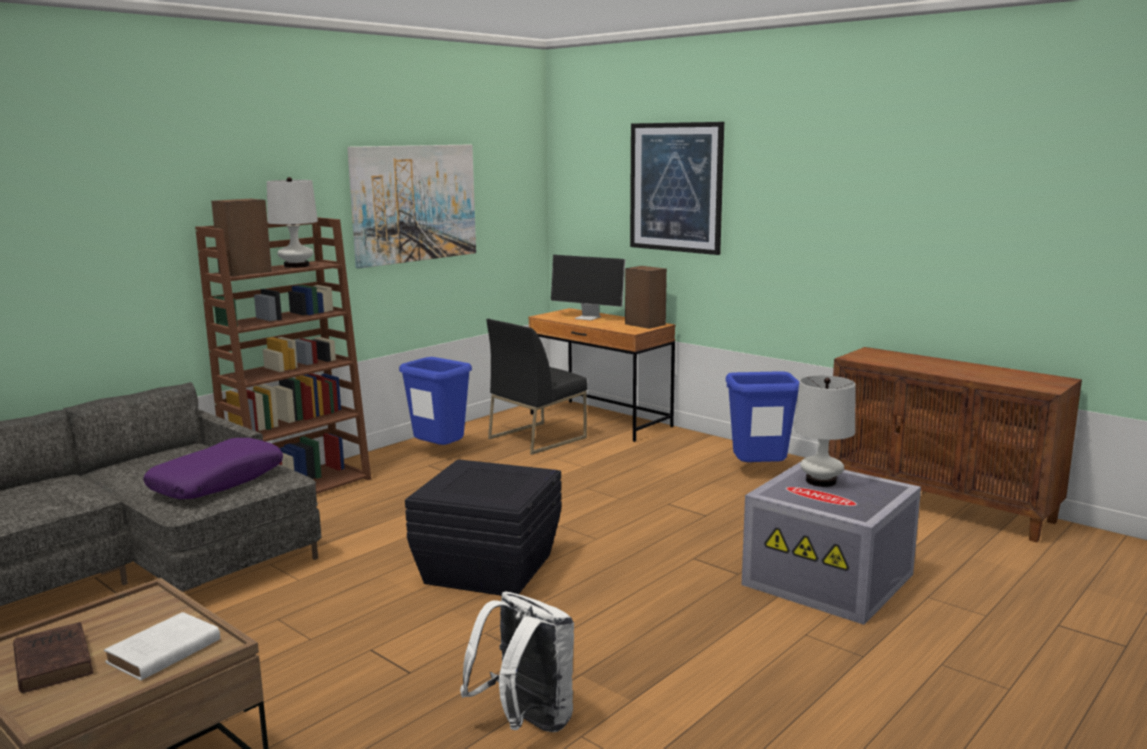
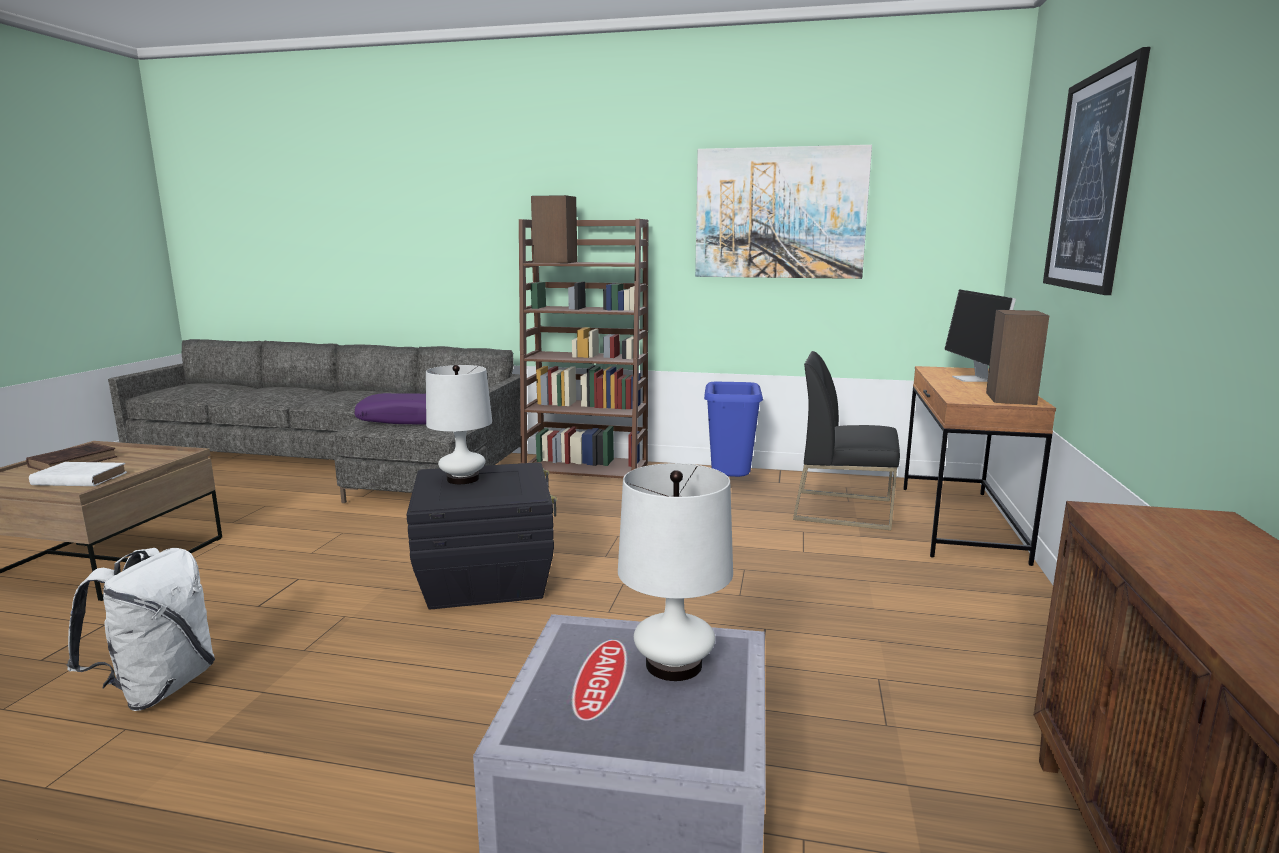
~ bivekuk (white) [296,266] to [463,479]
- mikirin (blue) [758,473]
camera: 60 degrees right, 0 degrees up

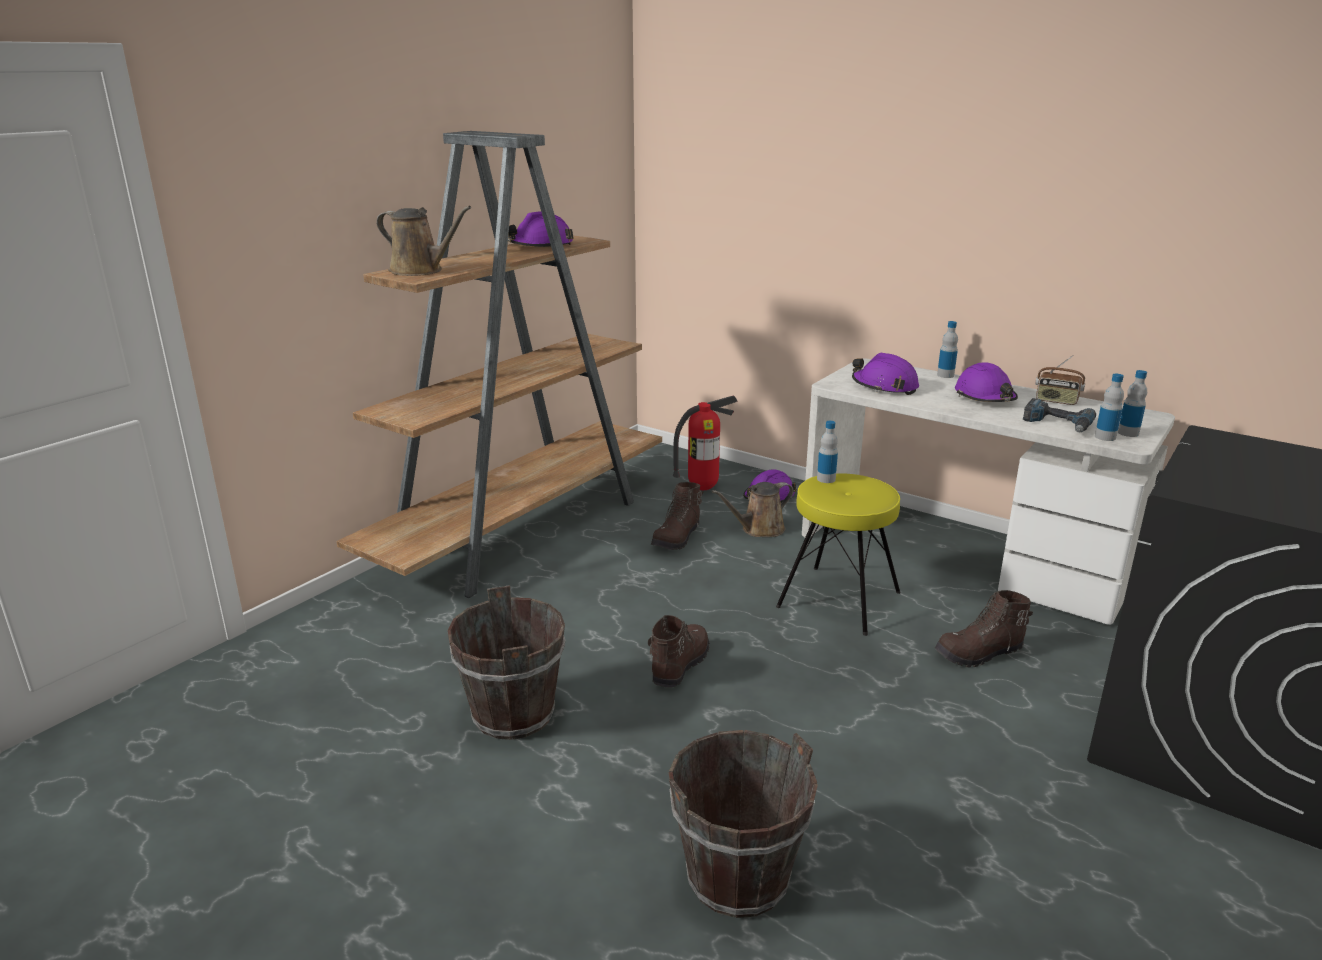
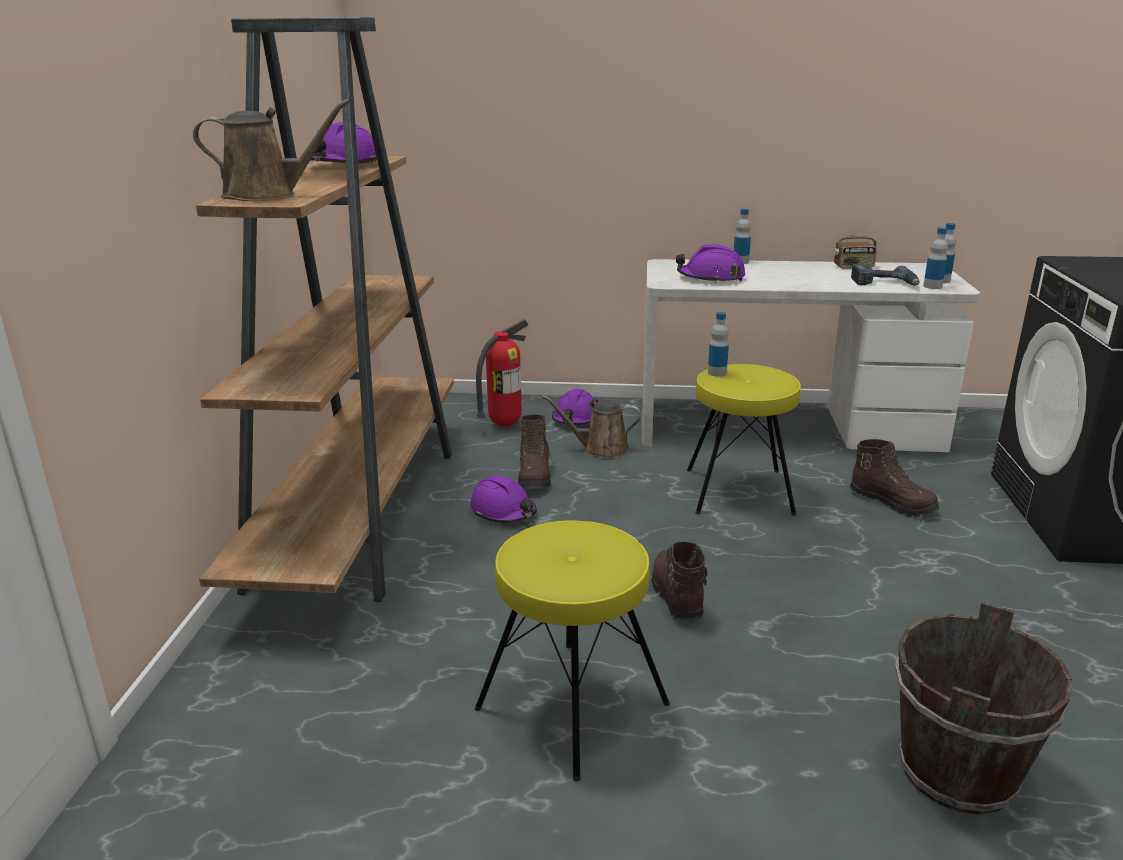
~ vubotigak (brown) [512,714] to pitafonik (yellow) [572,707]
~ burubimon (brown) [759,529] = [600,449] 60 degrees clockwise
~ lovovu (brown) [979,654] = [892,503] 90 degrees counterclockwise
~ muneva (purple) [985,397] to [503,512]
camera: 30 degrees left, 0 degrees up

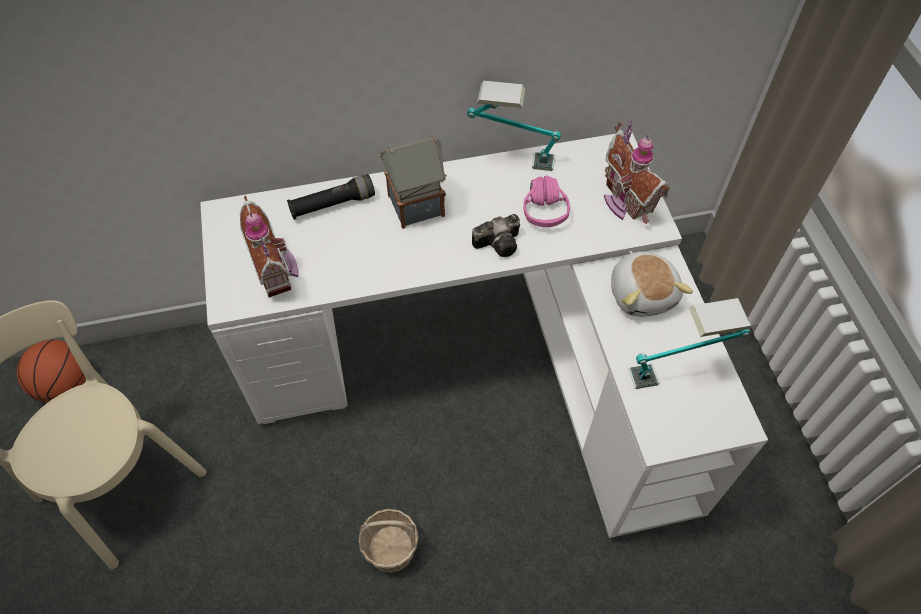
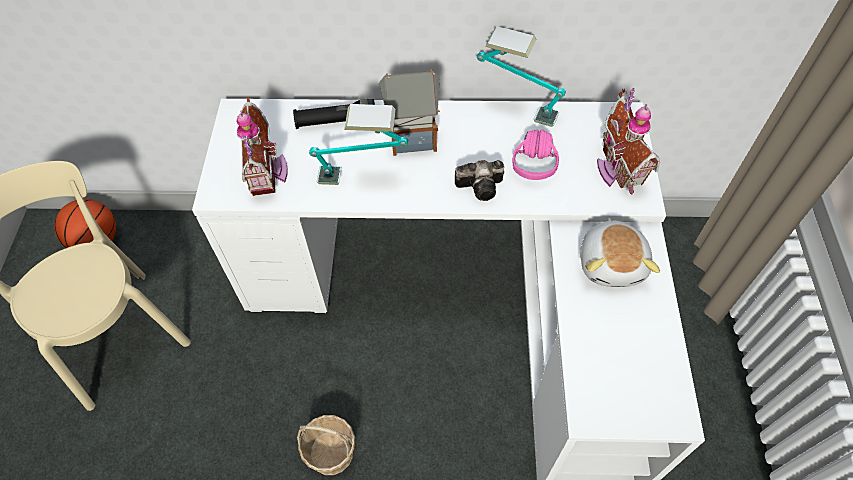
~ bivekuk [678,371] to [362,178]
camera: 15 degrees right, 0 degrees up

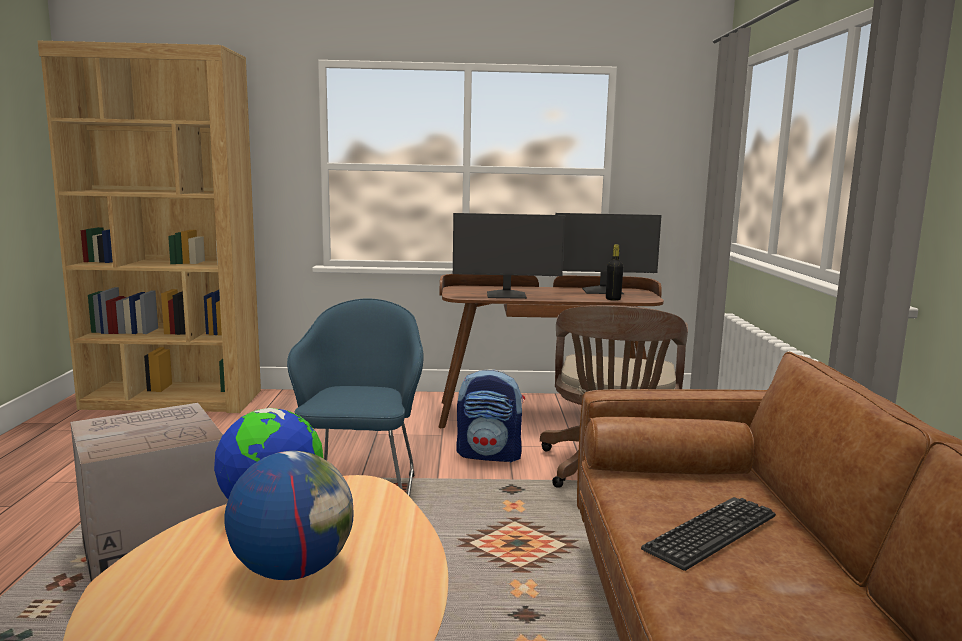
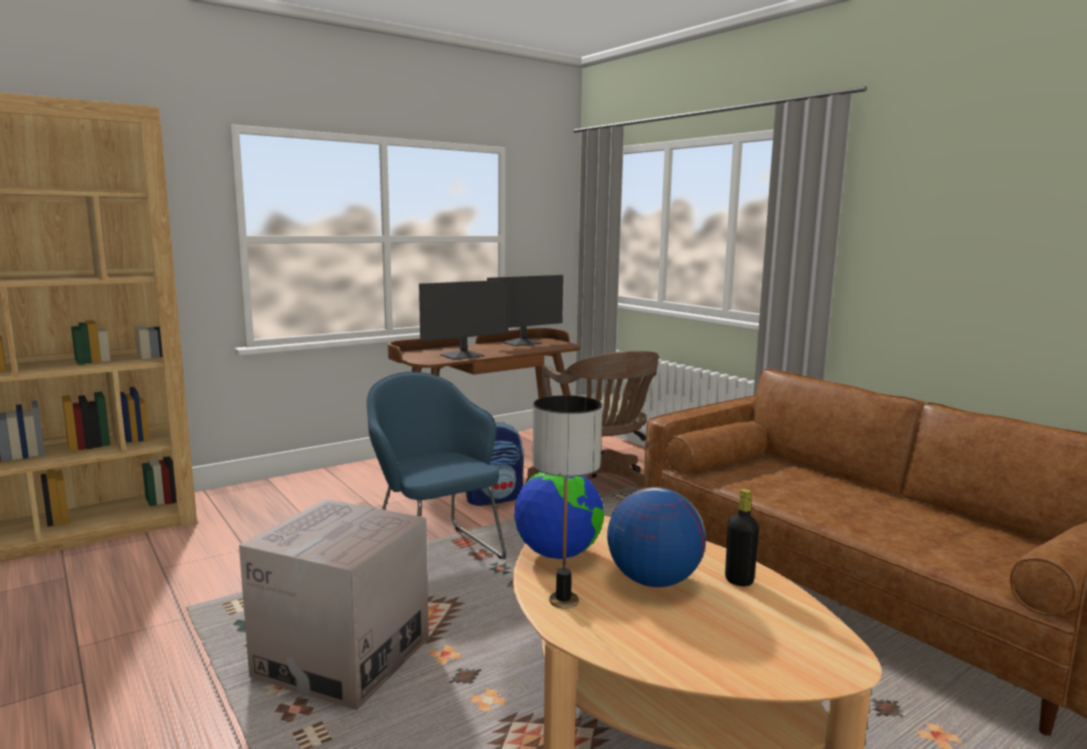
~ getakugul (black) [613,299] to [739,580]
- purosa [711,532]
+ bivekuk [563,600]
camera: 35 degrees left, 0 degrees up

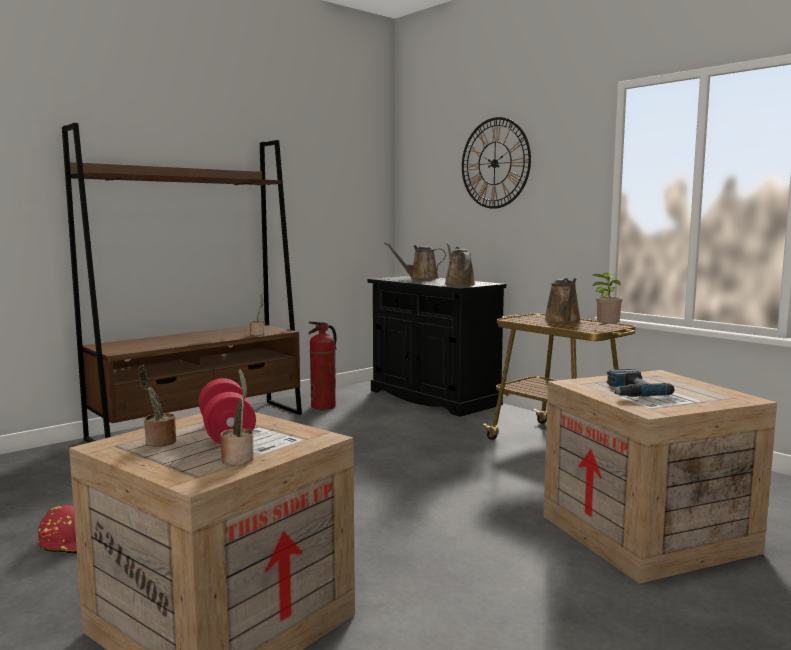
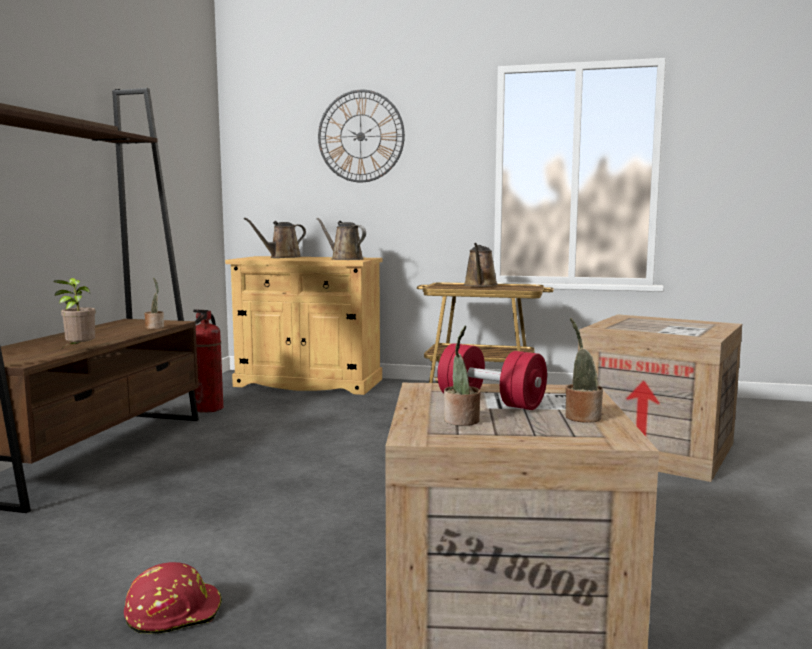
~ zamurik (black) [433,398] to zamurik (beige) [308,383]
~ burubimon (brown) [563,320] = [480,285] 45 degrees clockwise
~ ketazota [606,330] to [79,350]
- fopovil [630,391]
camera: 35 degrees left, 0 degrees up

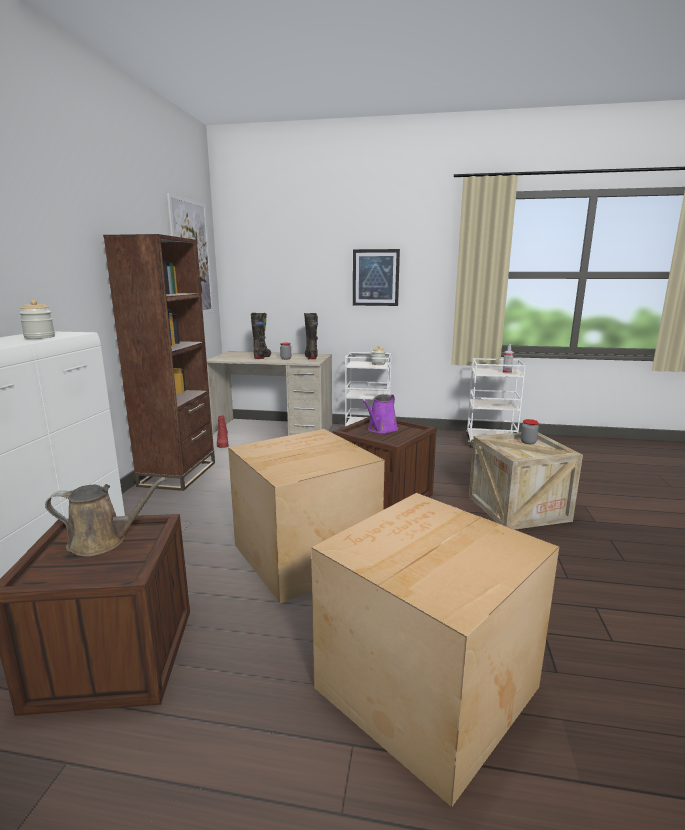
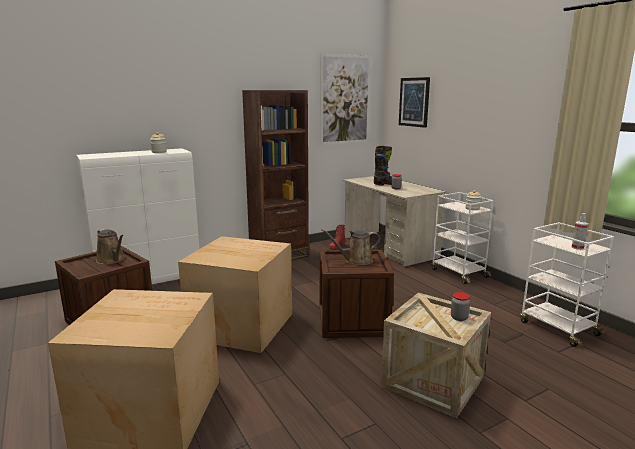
- lovovu (black) [311,357]
~ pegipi [375,277] to [414,102]
~ burubimon (purple) [381,429] to burubimon (brown) [356,261]
camera: 50 degrees right, 0 degrees up

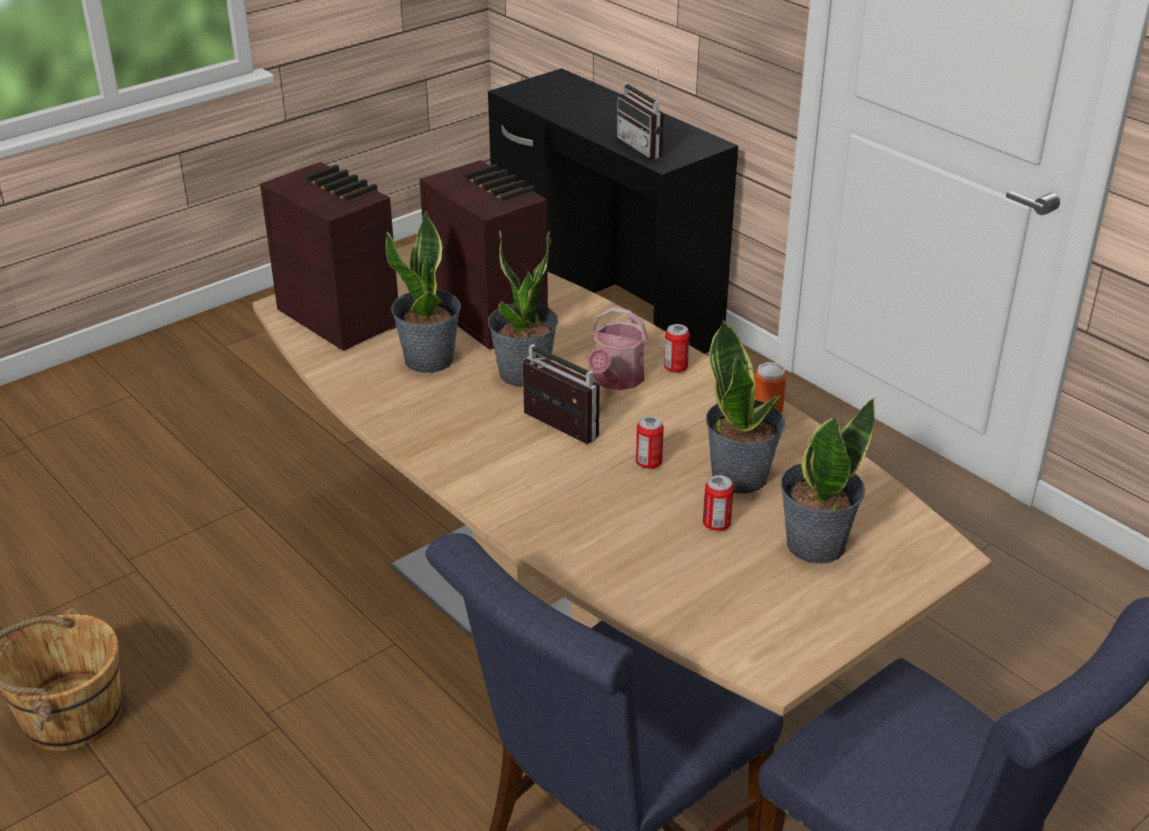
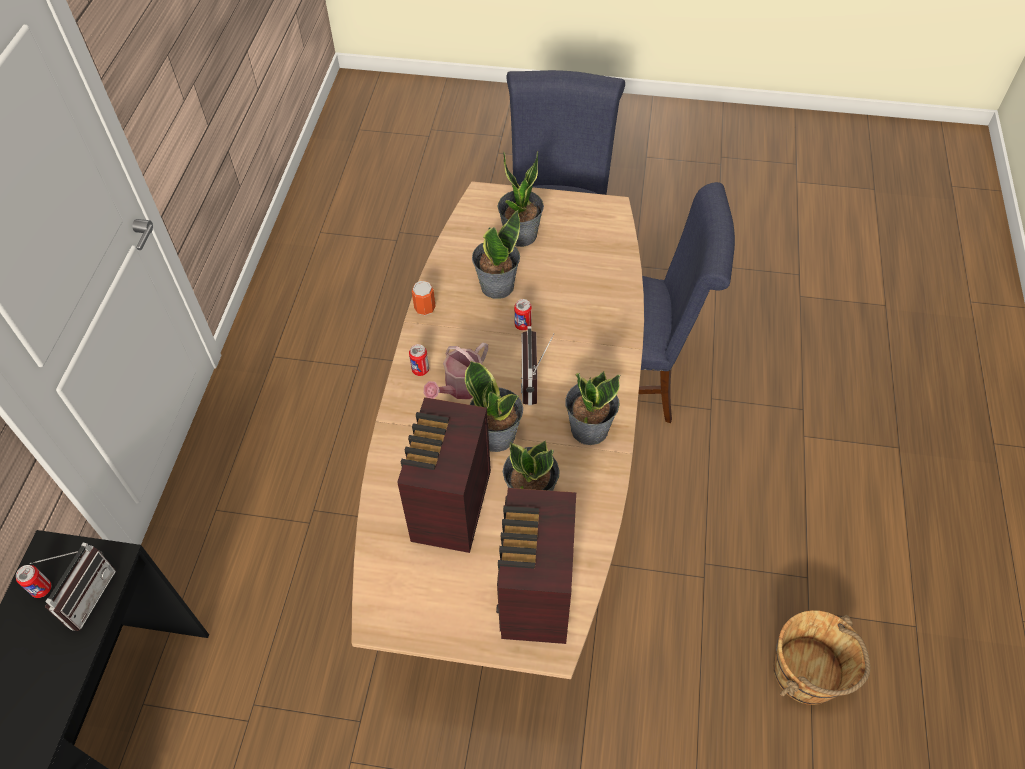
~ burubimon [616,380] = [460,388] 150 degrees clockwise
~ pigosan [716,524] to [41,589]
+ ketazota [589,428]
camera: 130 degrees left, 20 degrees up

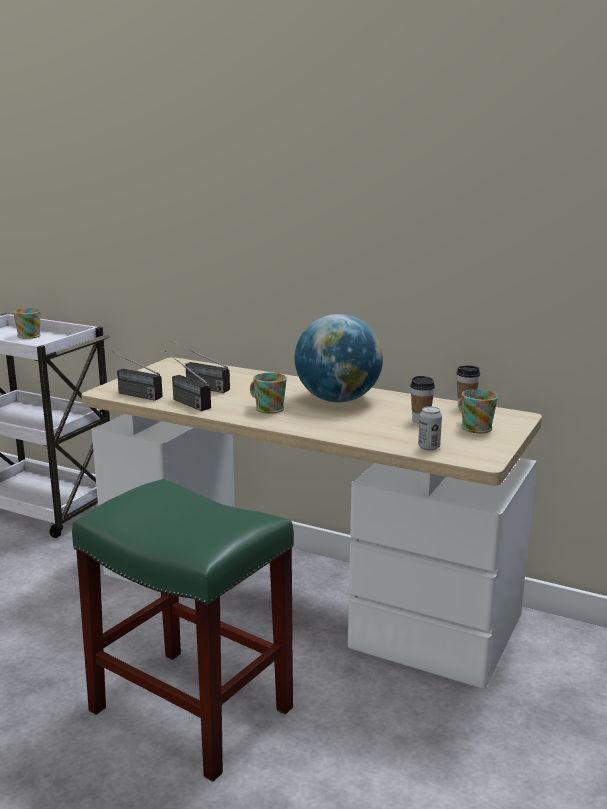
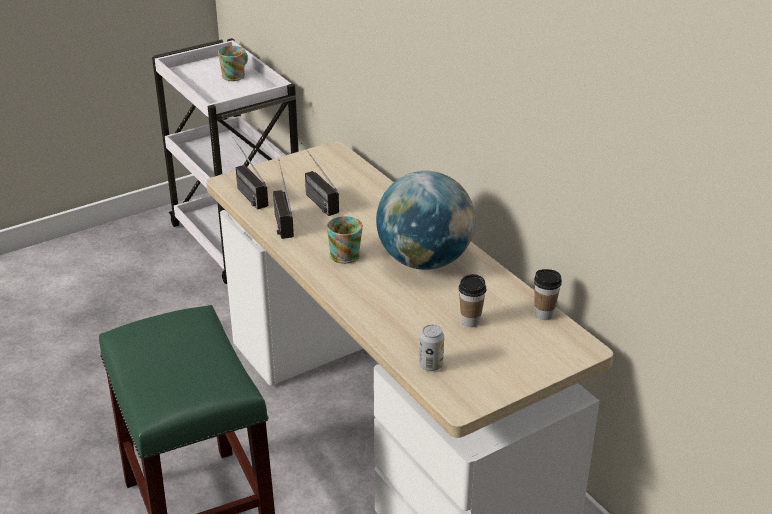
- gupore [473,427]
camera: 30 degrees right, 15 degrees up

